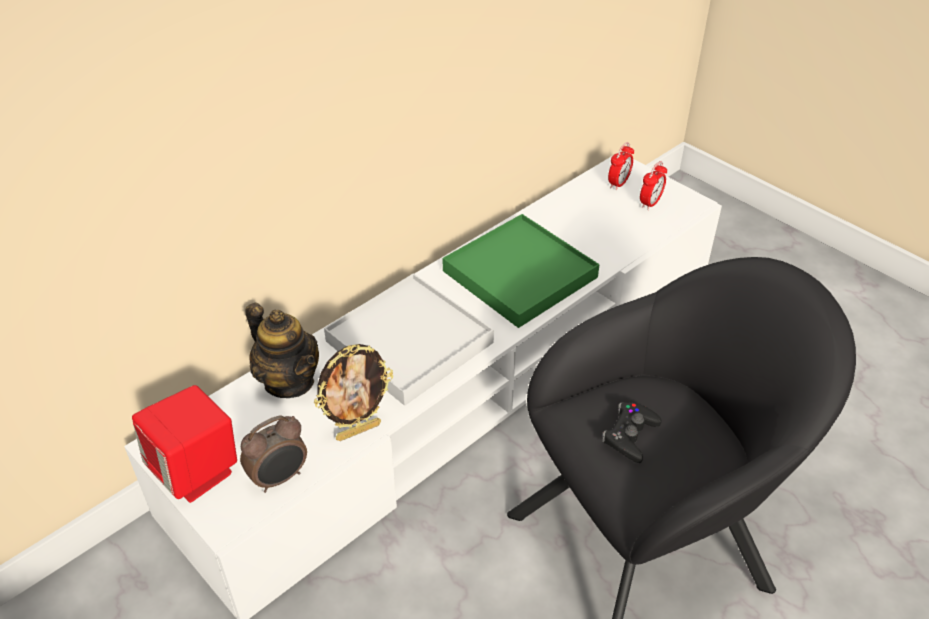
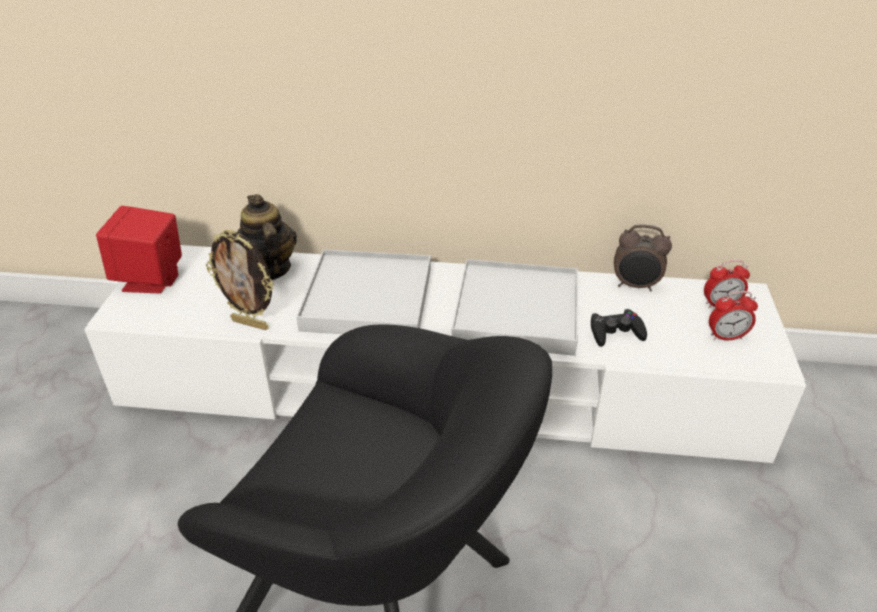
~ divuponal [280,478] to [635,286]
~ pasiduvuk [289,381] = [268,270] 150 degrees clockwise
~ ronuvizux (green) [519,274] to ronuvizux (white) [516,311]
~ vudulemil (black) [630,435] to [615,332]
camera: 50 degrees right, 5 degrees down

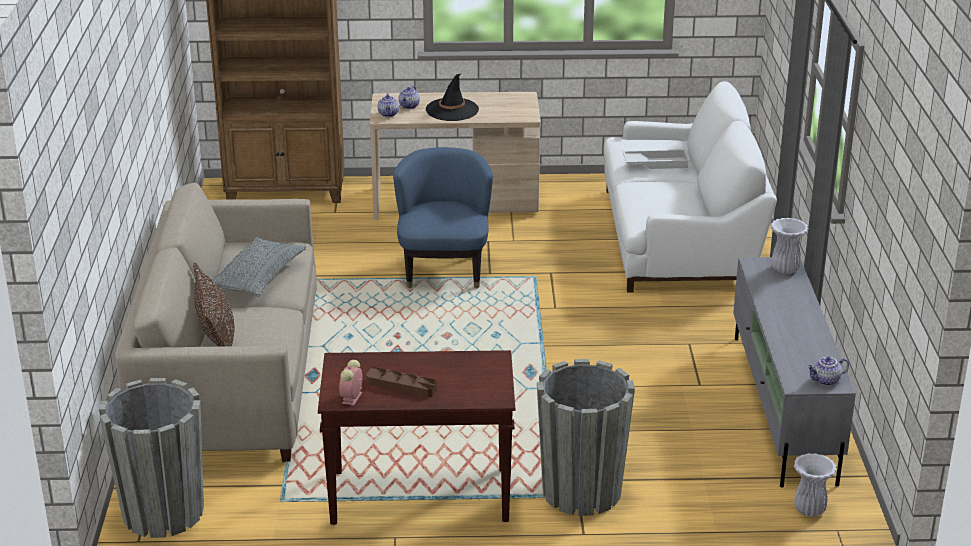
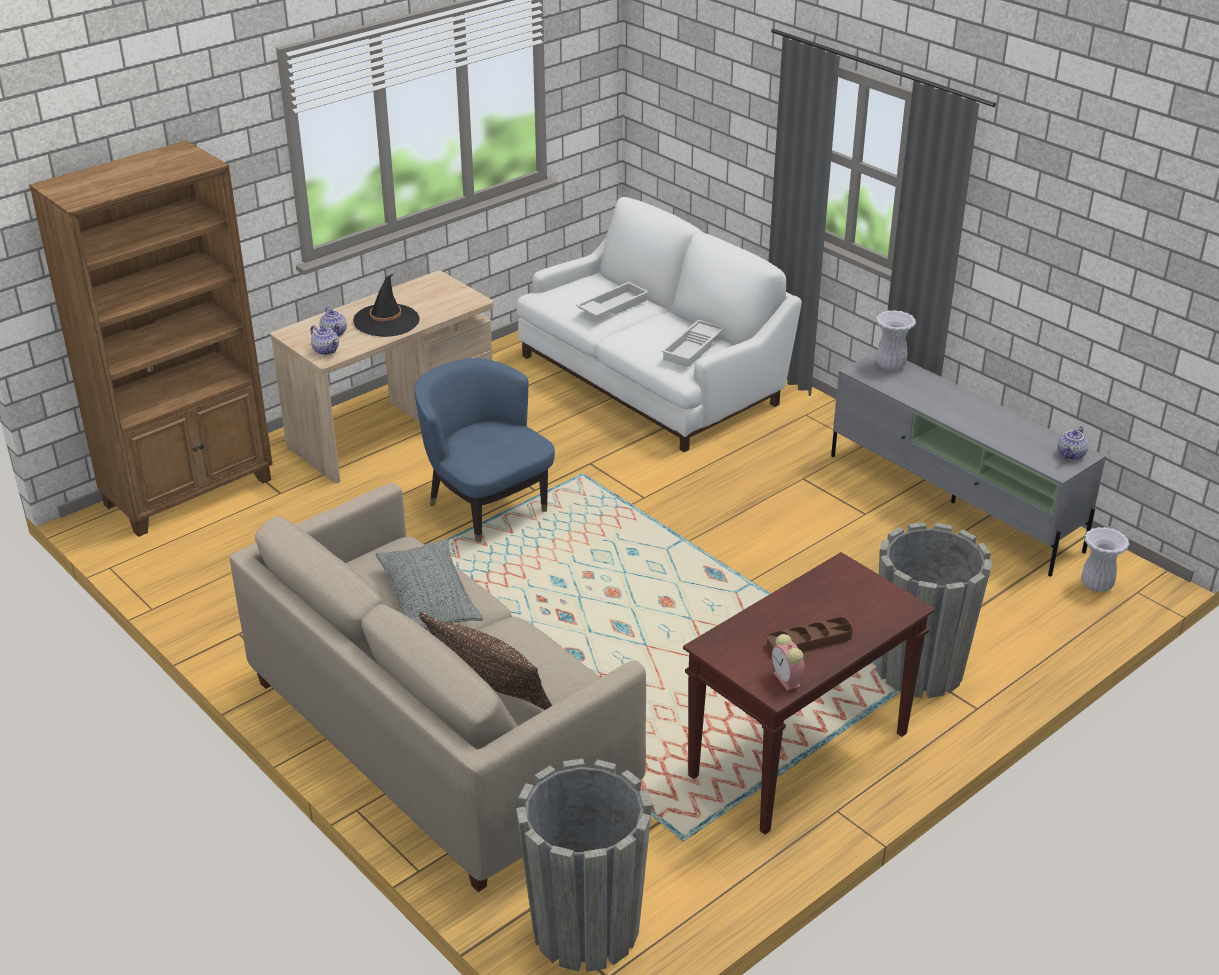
+ ronuvizux (white) [694,348]
camera: 40 degrees left, 5 degrees up

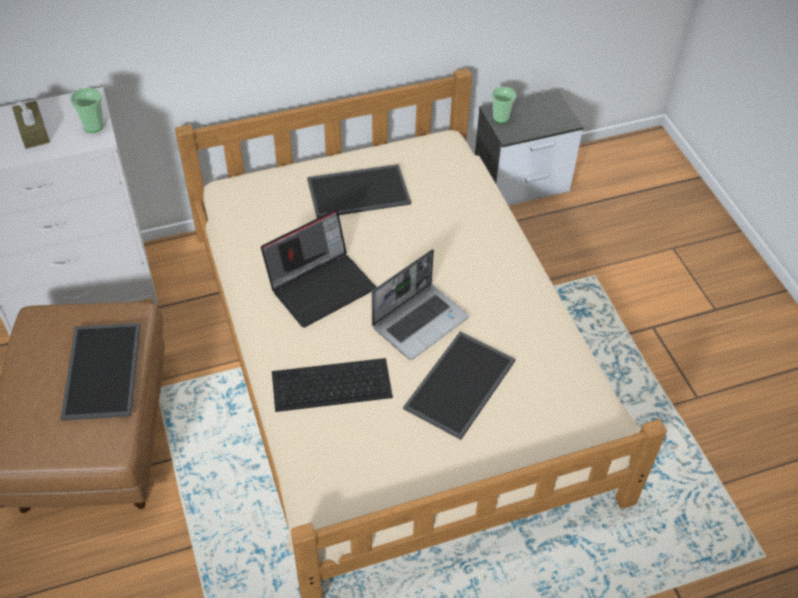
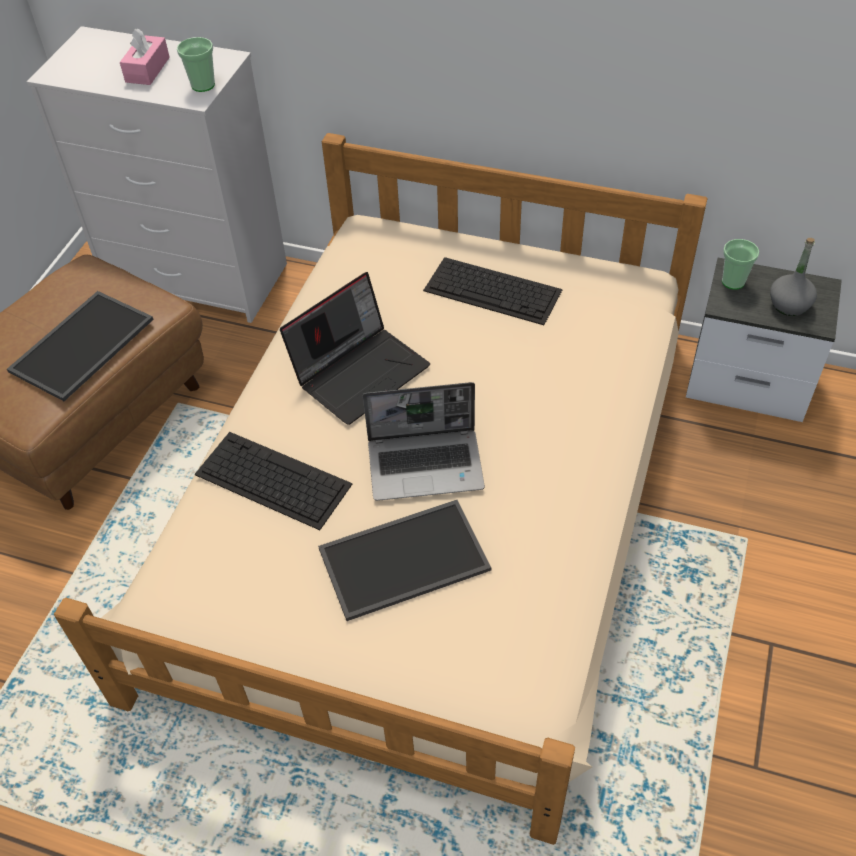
~ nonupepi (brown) [33,132] to nonupepi (pink) [147,70]
~ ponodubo [321,285] = [360,371] 45 degrees counterclockwise
~ ronuvizux [359,190] to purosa [494,290]
+ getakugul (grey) [789,304]
camera: 40 degrees right, 0 degrees up

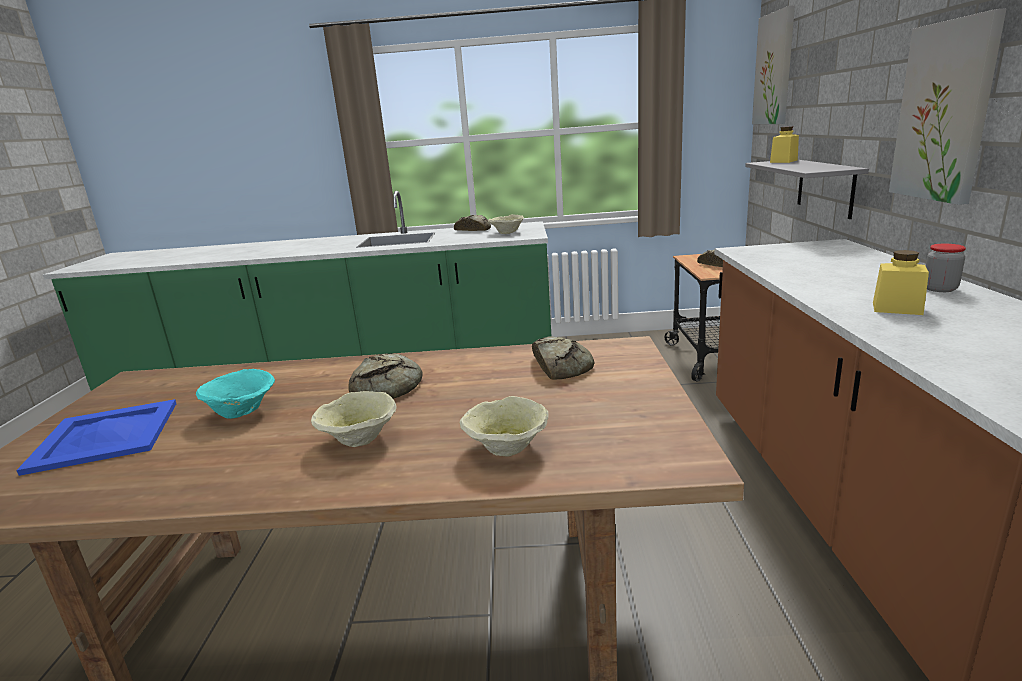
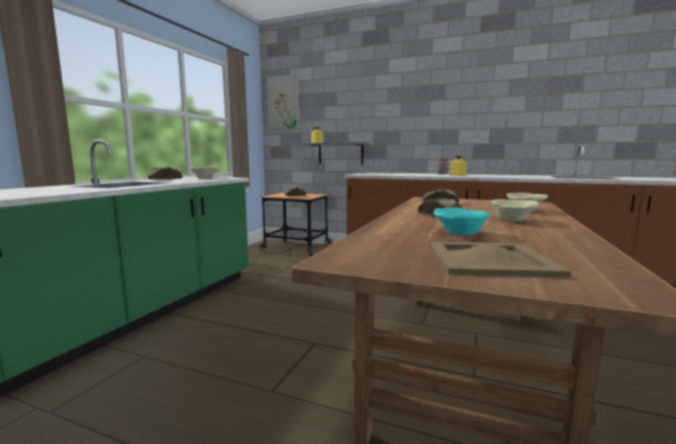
~ ronuvizux (blue) [106,436] to ronuvizux (beige) [489,259]
- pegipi [944,112]
camera: 70 degrees left, 10 degrees down

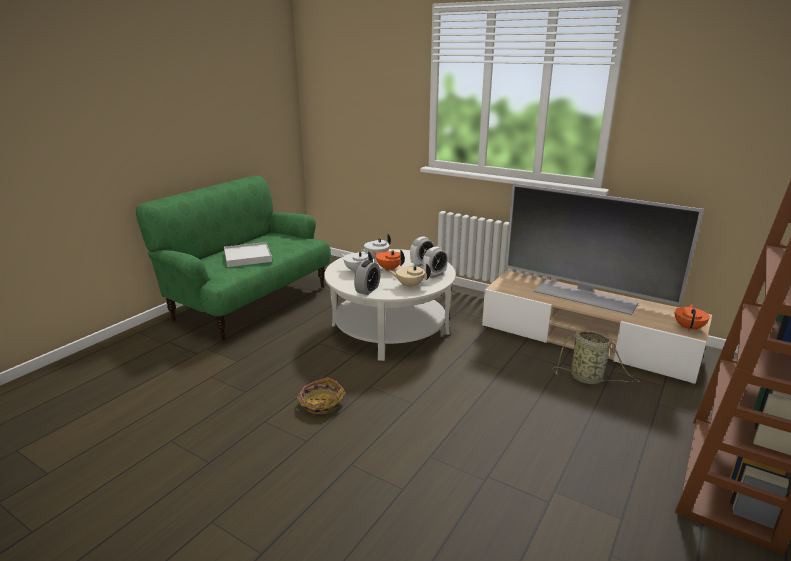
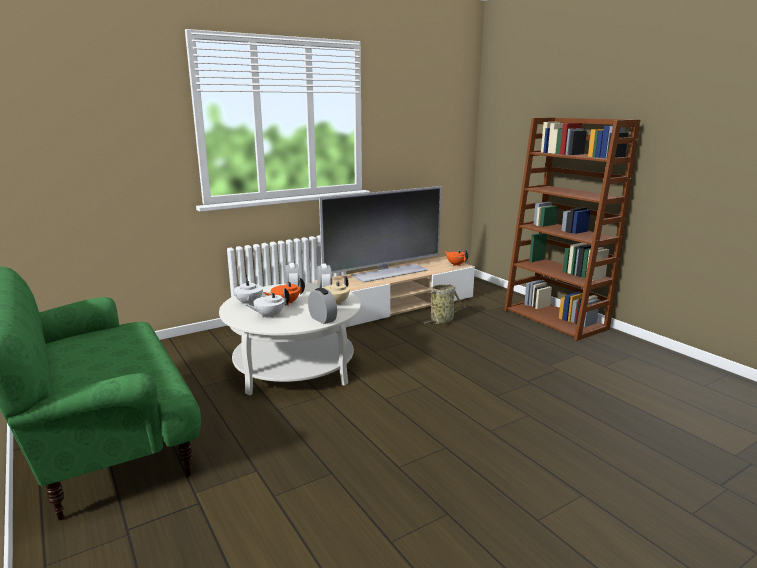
- ronuvizux (white) [247,257]
- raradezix [320,404]
camera: 65 degrees left, 5 degrees down

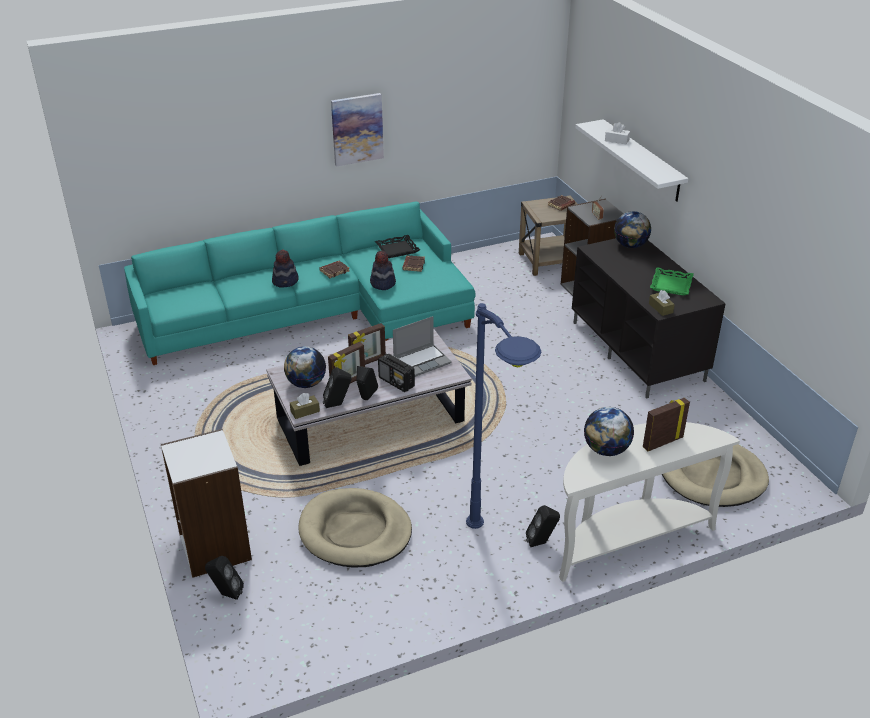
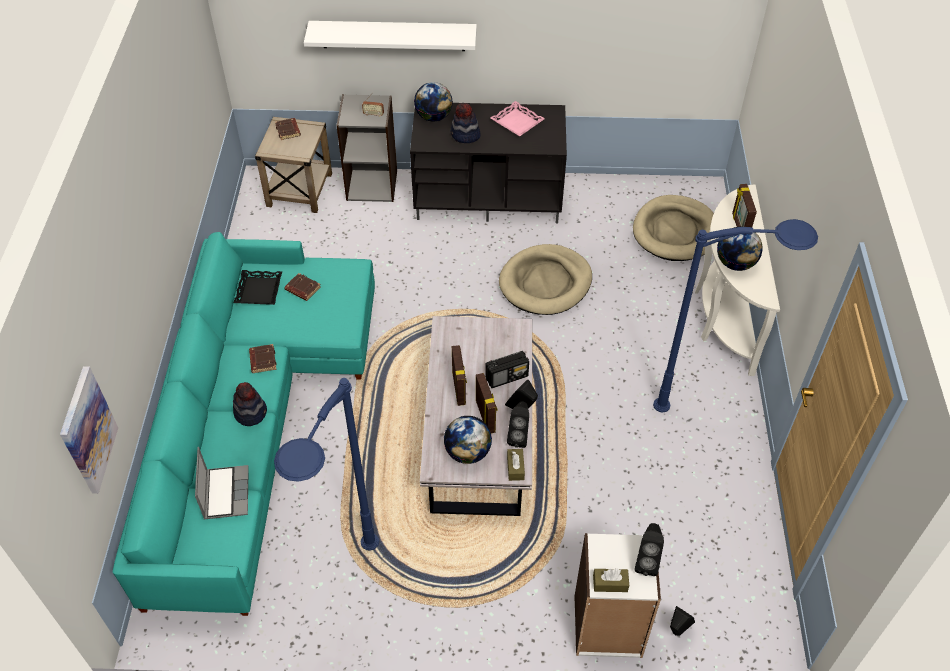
~ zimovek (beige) [355,532] to [545,283]
~ pegipi [357,129] to [87,430]
~ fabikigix [382,283] to [465,135]
~ ponodubo [422,361] to [225,492]
~ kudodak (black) [541,542] to [646,561]
- nonupepi (white) [617,140]
~ nonupepi (brown) [660,308] to [610,583]
~ ronuvizux (green) [670,285] to ronuvizux (pink) [517,122]
+ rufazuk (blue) [346,594]
camera: 65 degrees left, 15 degrees up

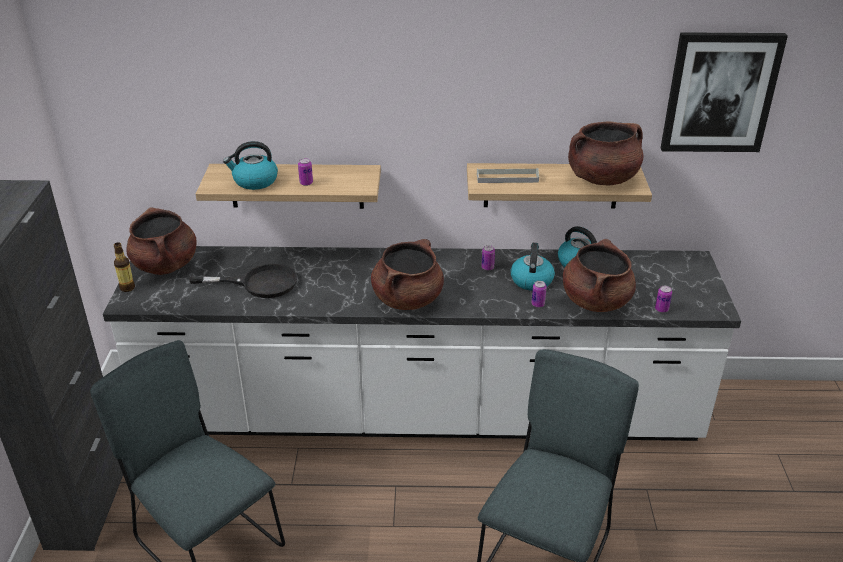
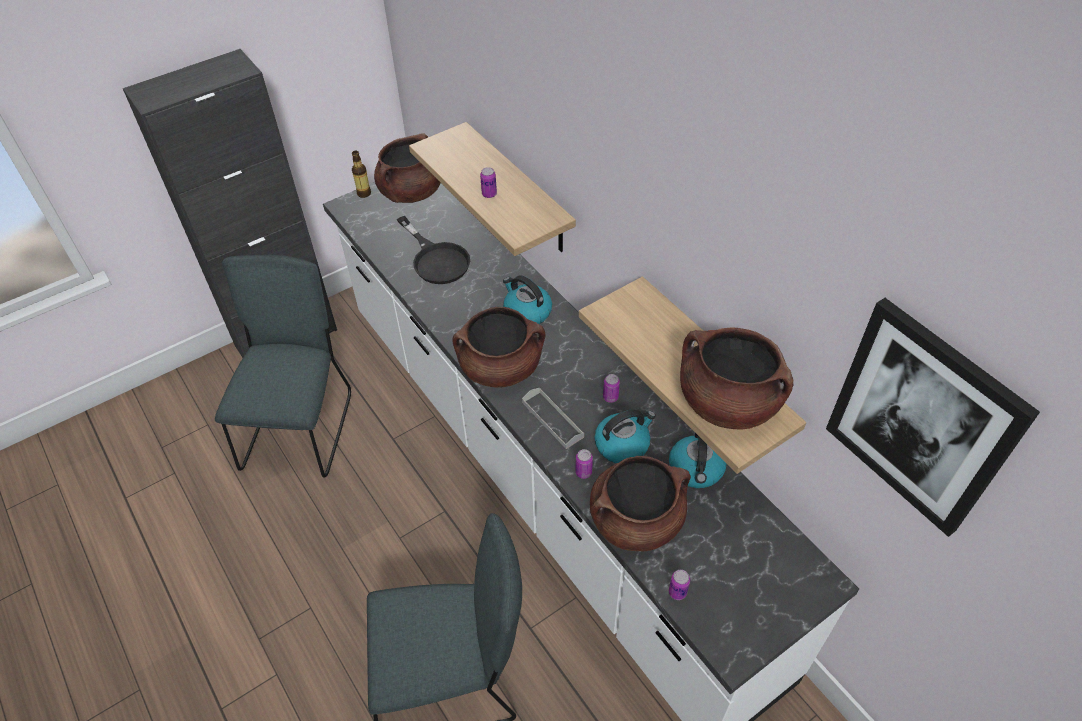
~ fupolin [254,181] to [526,312]
~ ronuvizux (grey) [507,178] to [552,419]
camera: 55 degrees right, 15 degrees up

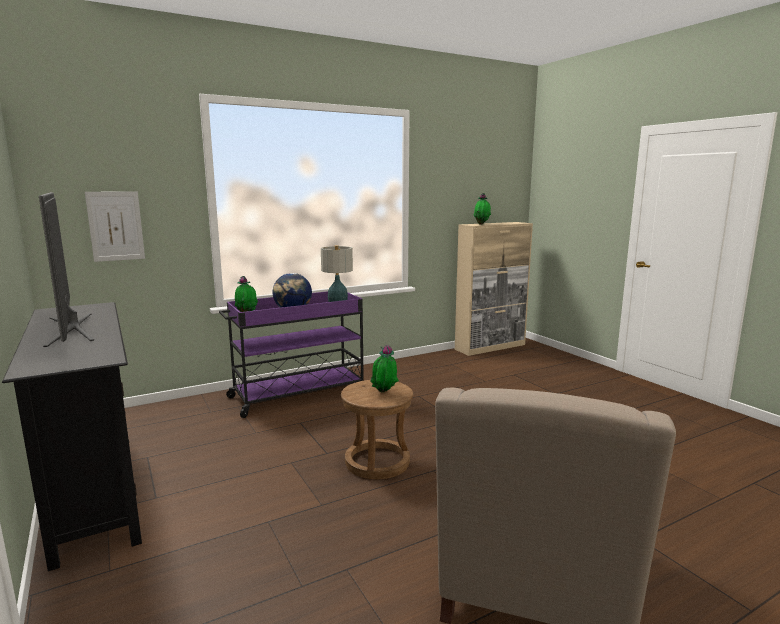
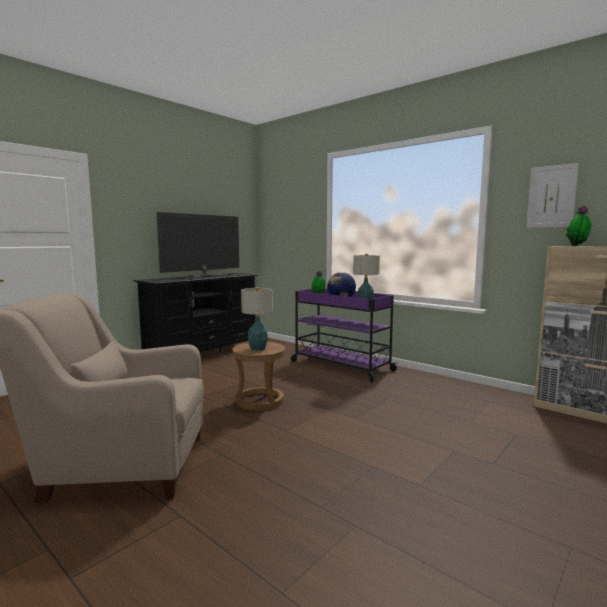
~ pegipi [115,226] to [551,196]
~ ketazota [384,393] to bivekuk [257,349]
camera: 70 degrees right, 5 degrees down

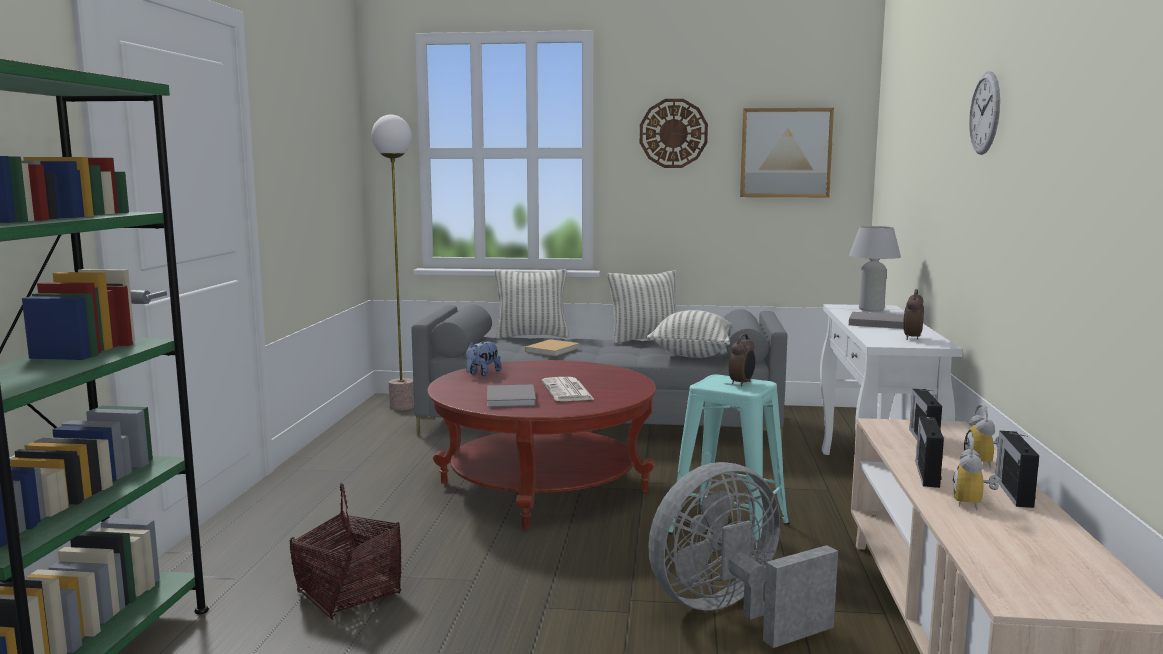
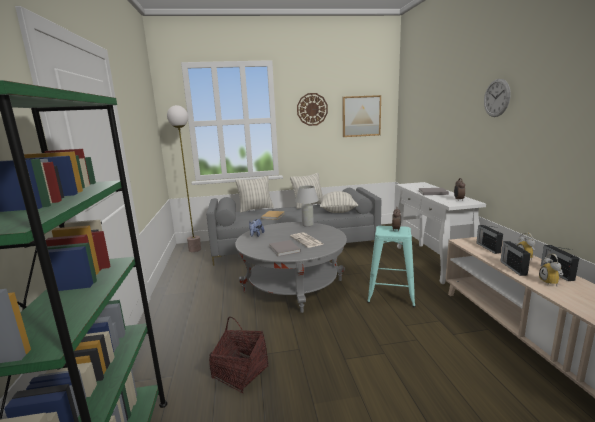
~ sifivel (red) [543,486] to sifivel (grey) [293,285]
- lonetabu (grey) [731,612]
~ bivekuk (white) [871,309] to [307,225]
camera: 15 degrees left, 5 degrees up

